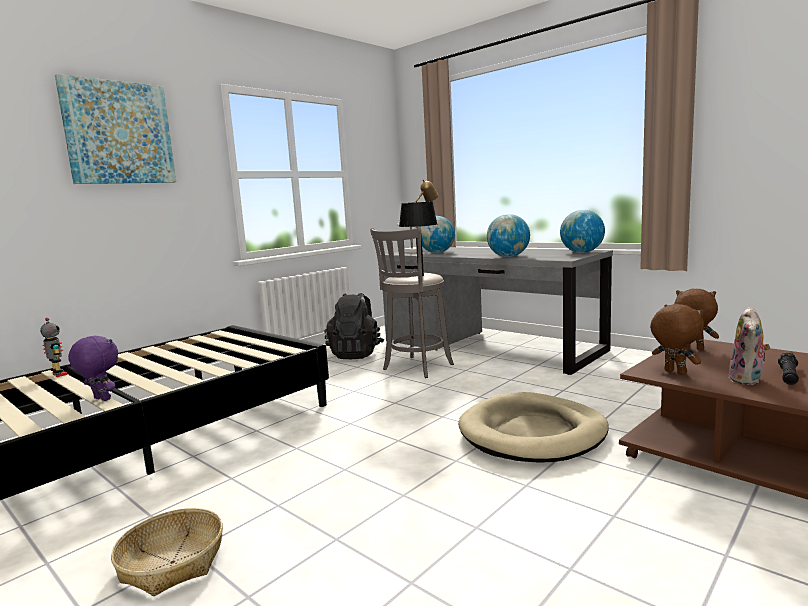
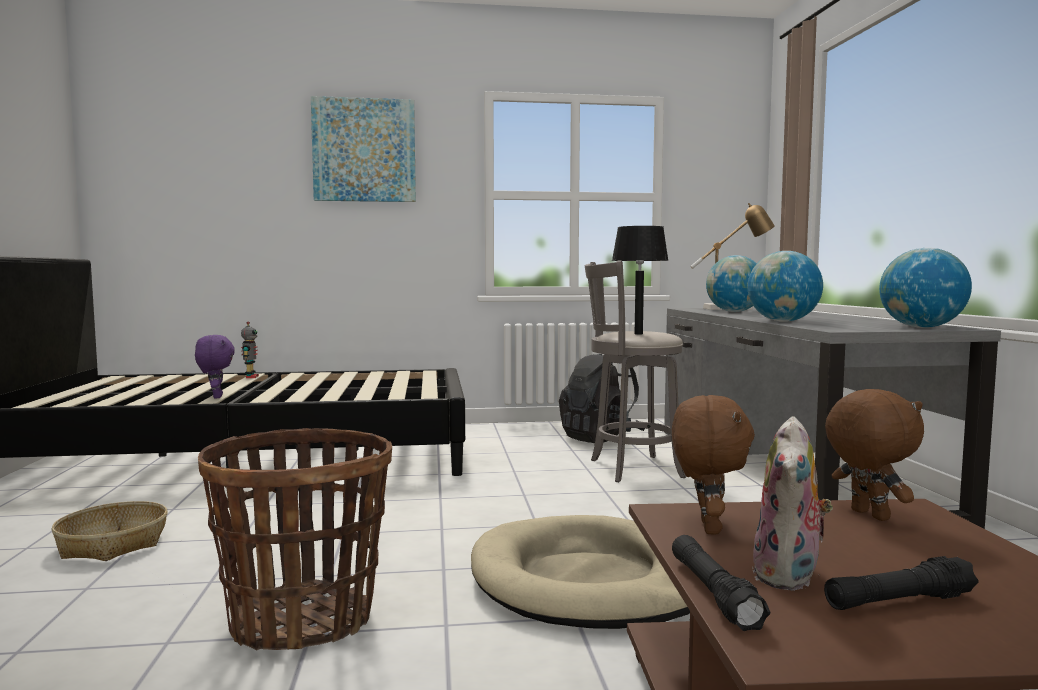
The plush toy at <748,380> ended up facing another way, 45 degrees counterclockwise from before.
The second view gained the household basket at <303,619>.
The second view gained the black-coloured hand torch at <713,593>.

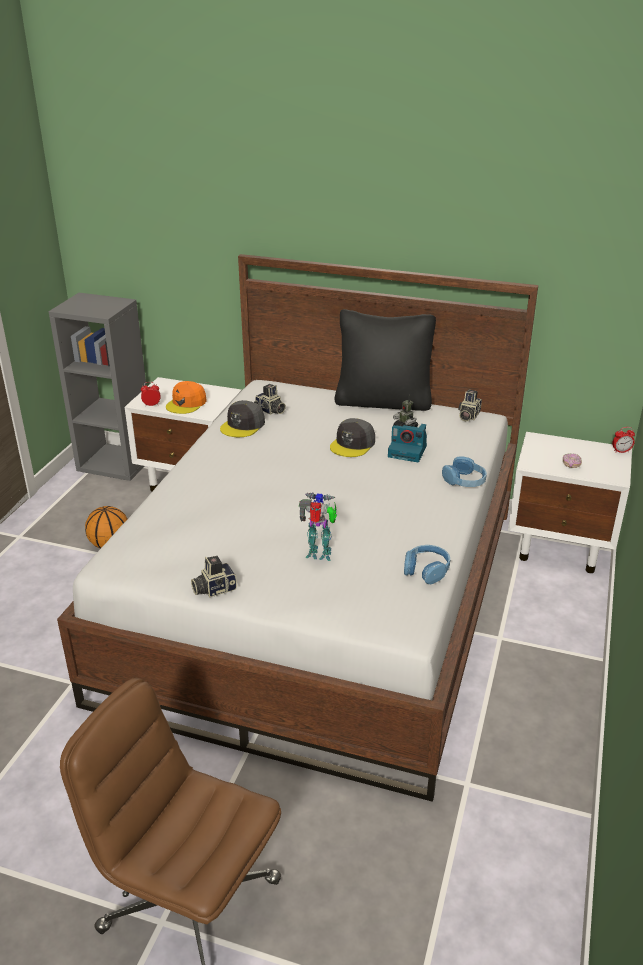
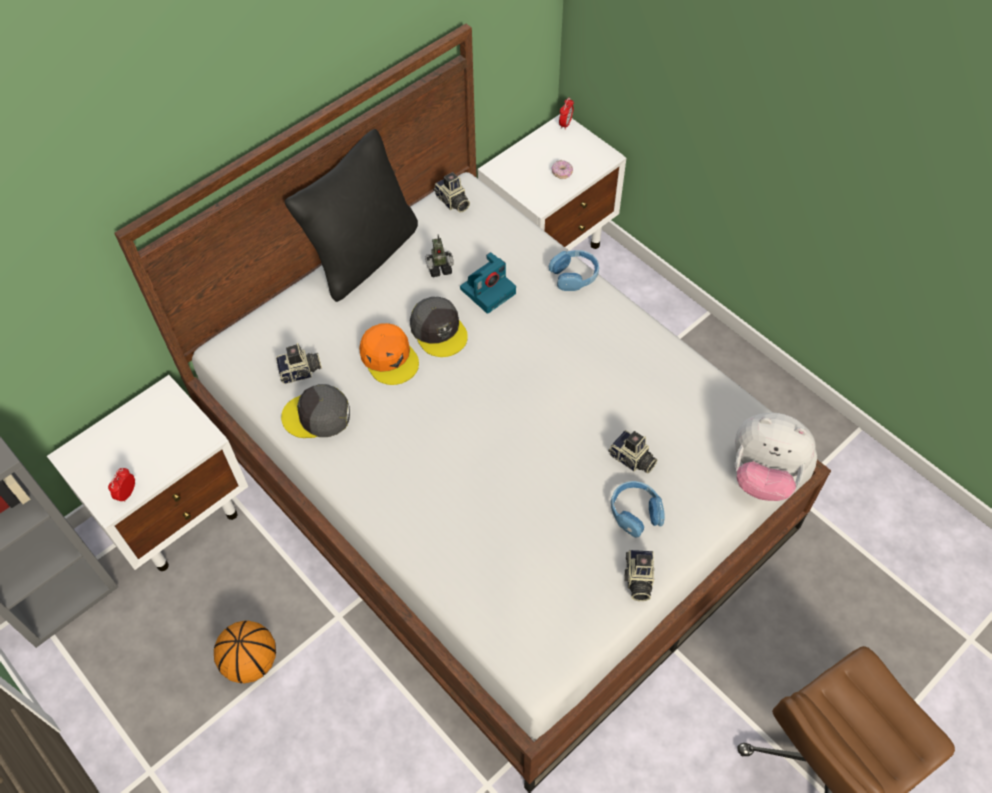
The orange-coloured peaked cap ended up elsewhere, having gone from <186,403> to <389,357>.
The grey peaked cap at <243,425> ended up facing another way, 120 degrees clockwise from before.
Where the toy robot stood at <320,555>, the still camera came to stand at <632,460>.
The blue-coloured headset ended up elsewhere, having gone from <426,570> to <635,512>.
The second view gained the plush toy at <763,475>.

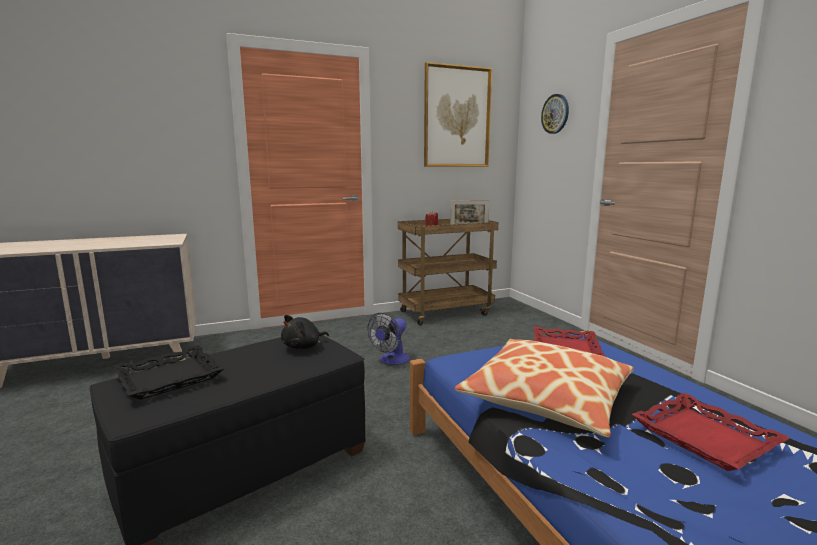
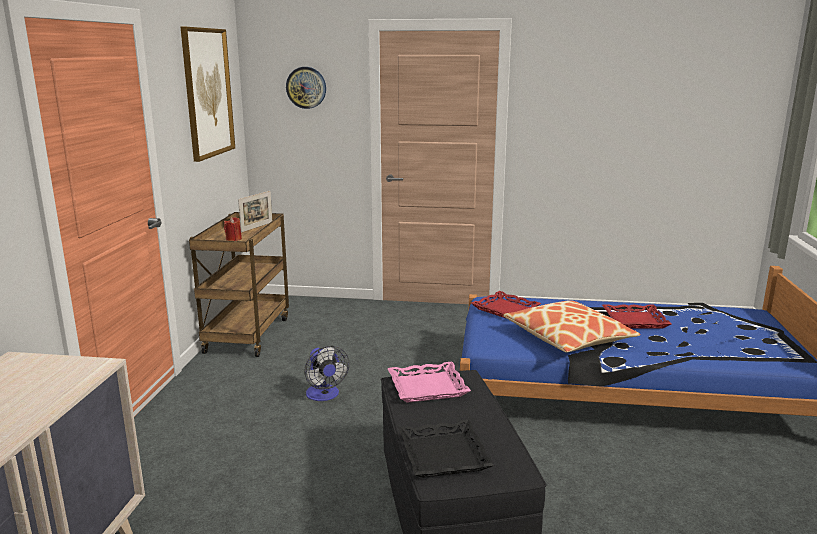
Where the black-coloured plush toy stood at <303,347>, the pink-coloured serving tray came to stand at <427,387>.

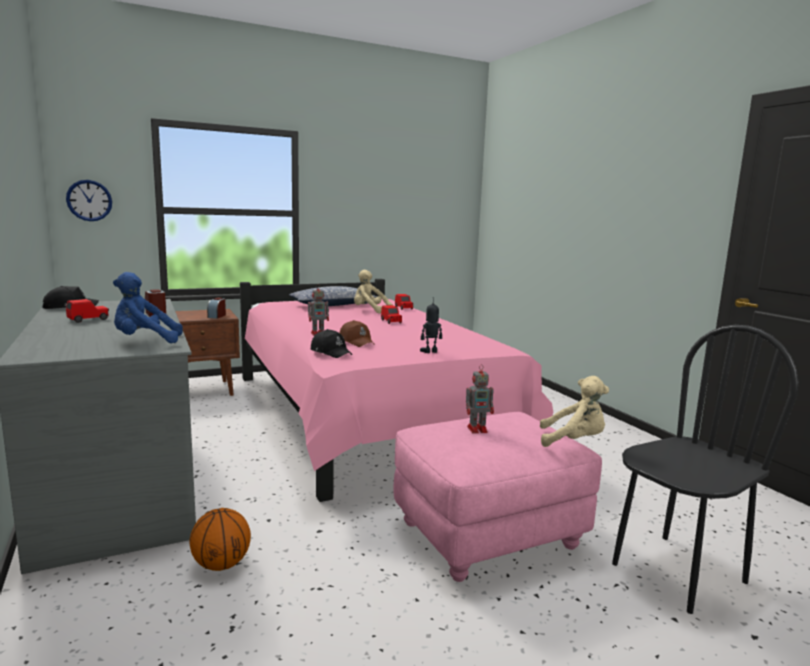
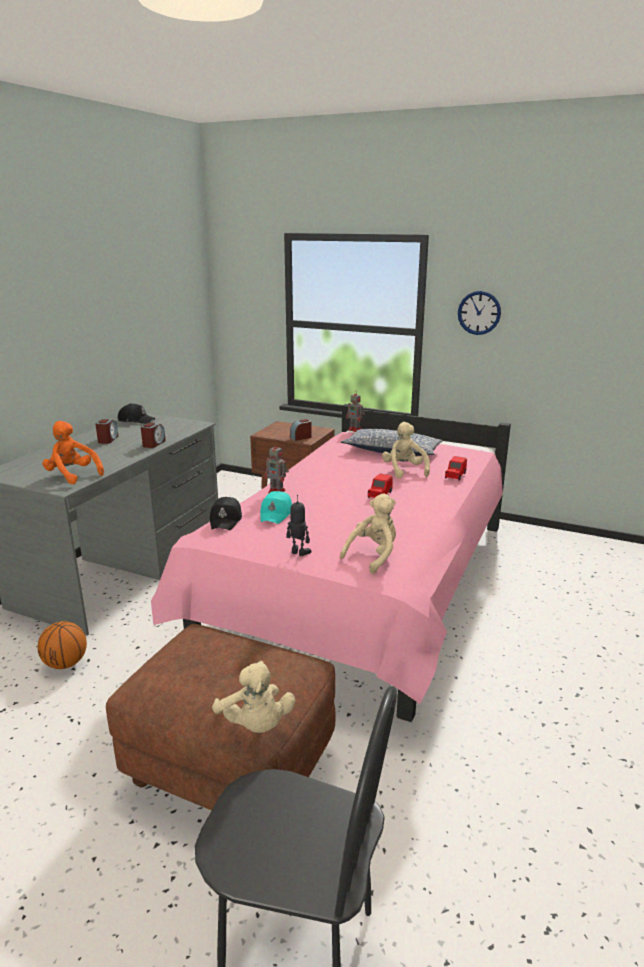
The wall clock ended up elsewhere, having gone from <89,200> to <479,313>.
What was the blue-coloured plush toy at <145,341> turned into the orange-coloured plush toy at <72,475>.
Where the red-coloured model car stood at <88,319>, the bedside clock came to stand at <108,440>.
What was the brown-coloured peaked cap at <356,341> turned into the turquoise peaked cap at <276,514>.
The toy robot ended up elsewhere, having gone from <478,429> to <355,430>.
What was the pink-coloured pouffe at <489,534> turned into the brown-coloured pouffe at <231,767>.
The second view gained the beige-coloured plush toy at <373,556>.

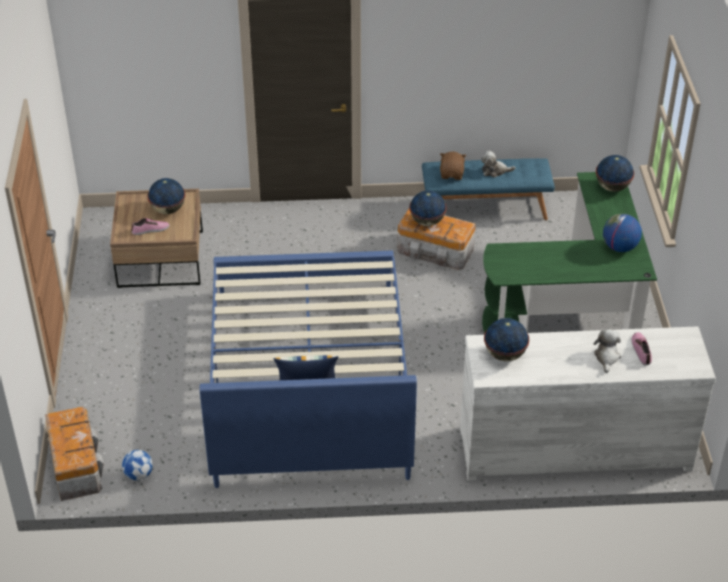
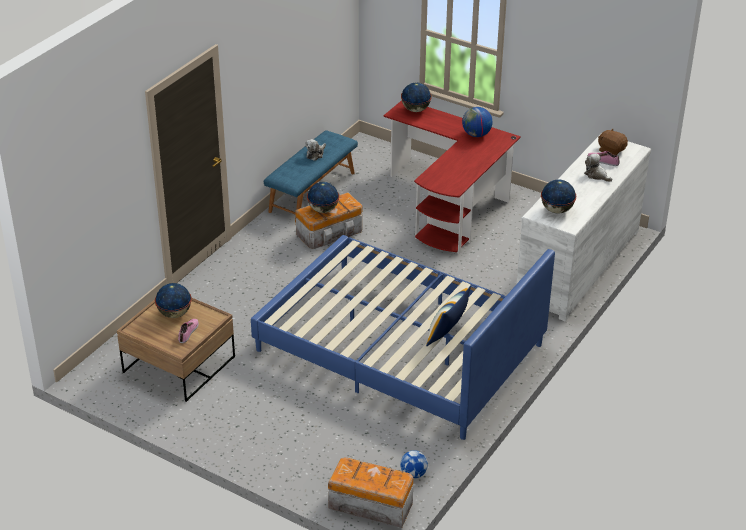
The brown-coloured plush toy ended up elsewhere, having gone from <452,174> to <611,150>.
What was the green desk table at <574,307> turned into the red-coloured desk table at <451,204>.

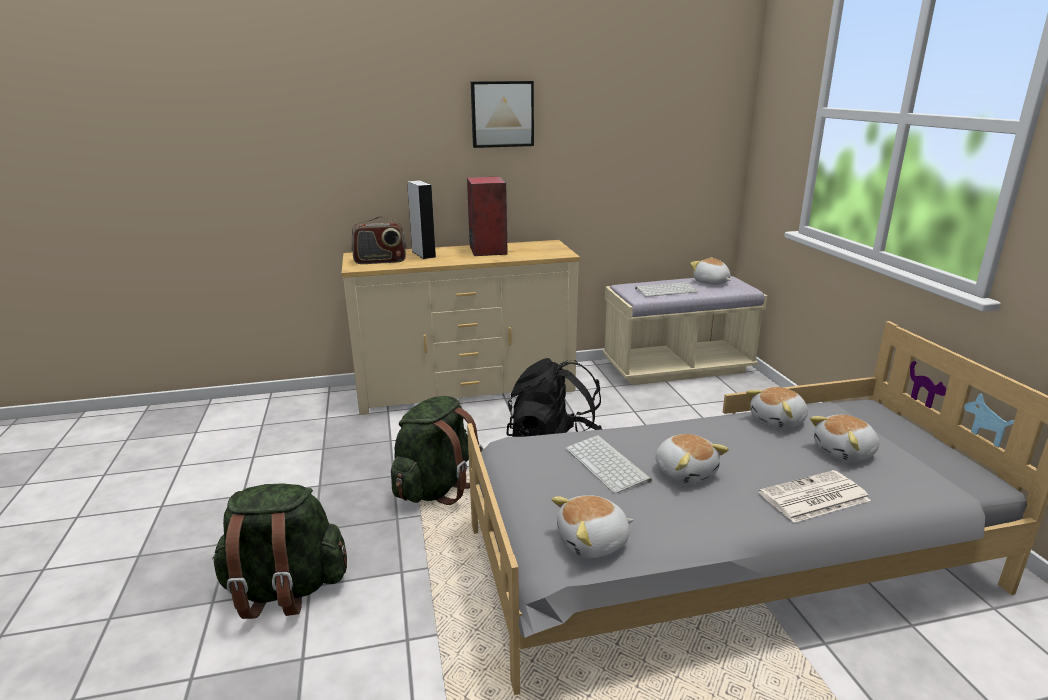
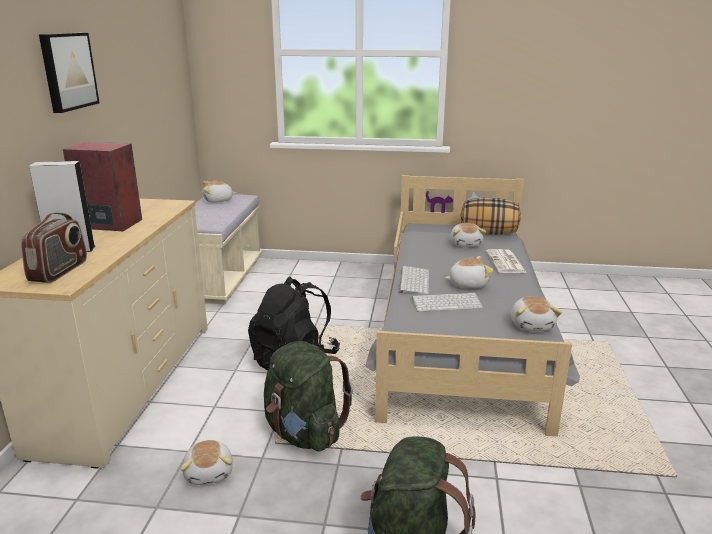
The PC keyboard ended up elsewhere, having gone from <666,290> to <413,280>.
The plush toy ended up elsewhere, having gone from <779,421> to <210,472>.
The second view gained the pillow at <489,233>.

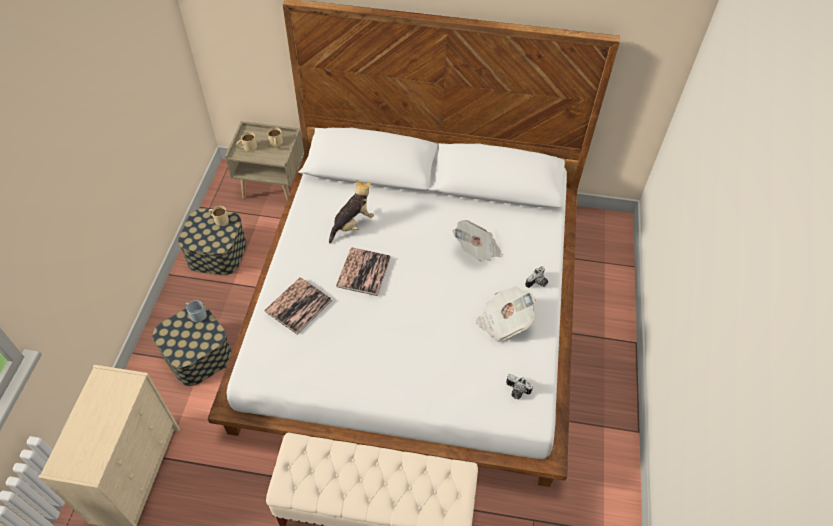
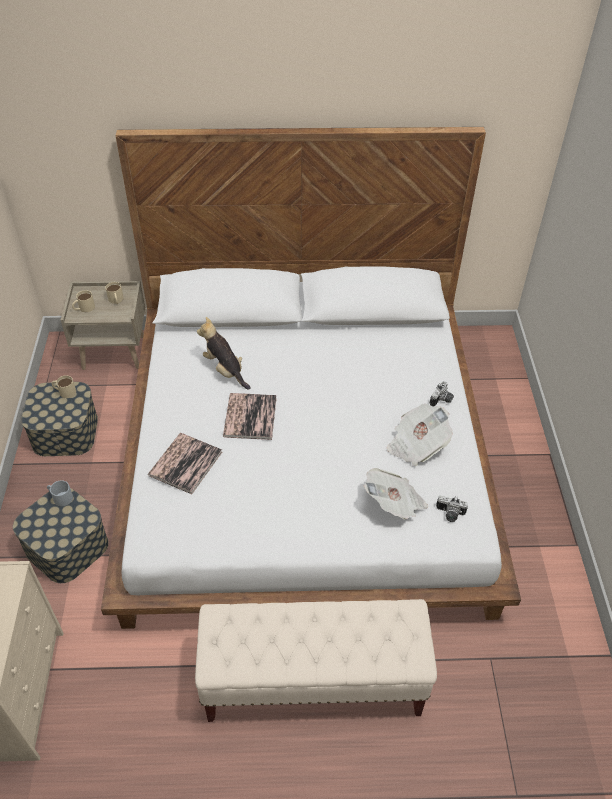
The plush toy at <352,224> ended up facing another way, 75 degrees counterclockwise from before.
The newspaper ended up elsewhere, having gone from <477,250> to <394,504>.

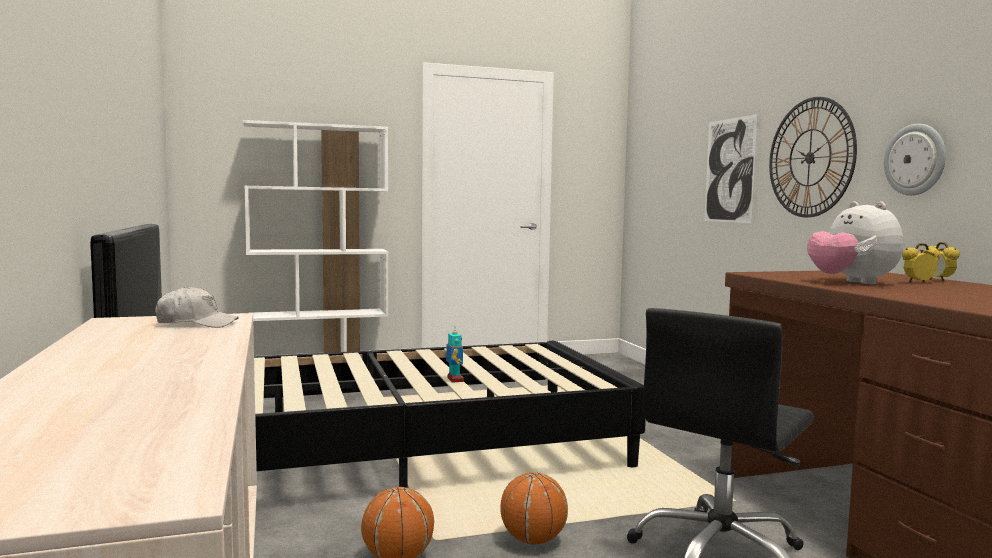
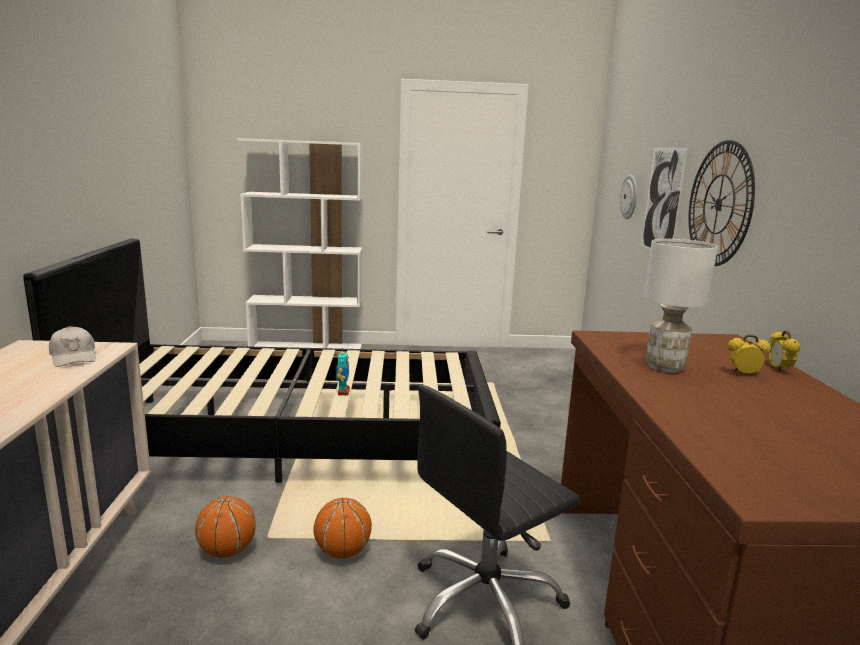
The wall clock ended up elsewhere, having gone from <915,159> to <630,197>.
Where the plush toy stood at <851,282>, the white lamp for a table came to stand at <665,367>.
The white peaked cap at <196,323> ended up facing another way, 45 degrees clockwise from before.

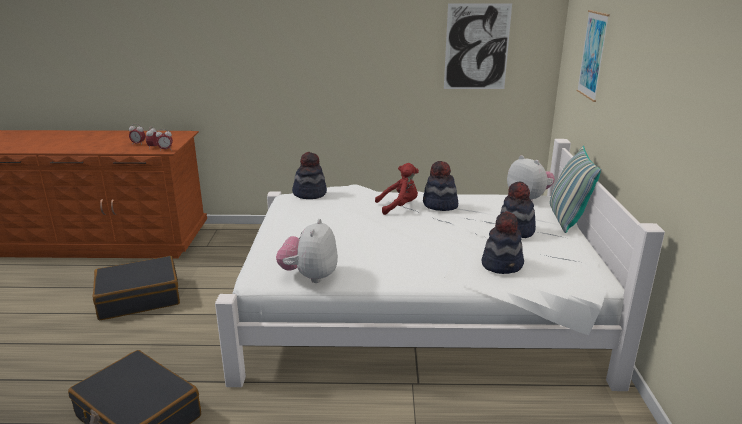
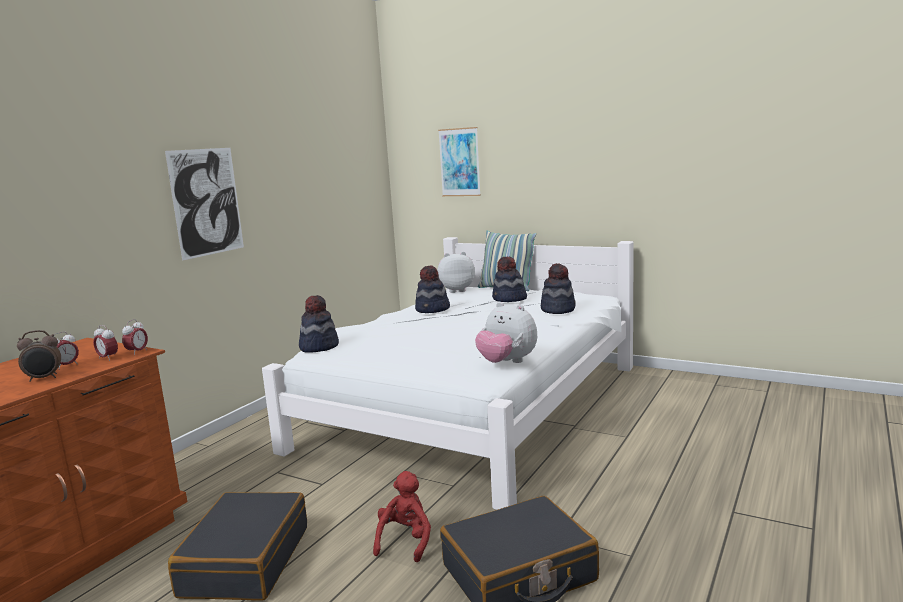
The picture ended up elsewhere, having gone from <476,47> to <206,202>.
The red-coloured plush toy ended up elsewhere, having gone from <399,207> to <405,541>.
The second view gained the bedside clock at <44,378>.

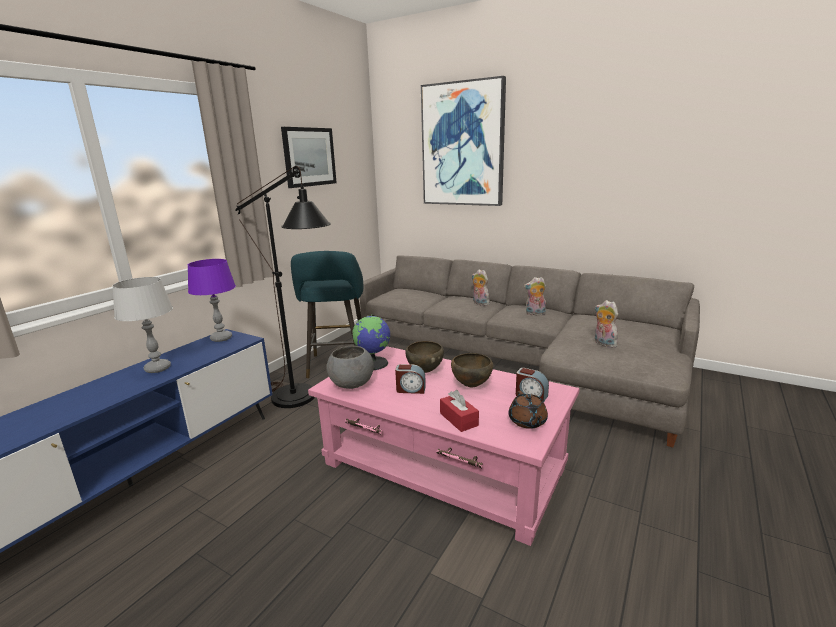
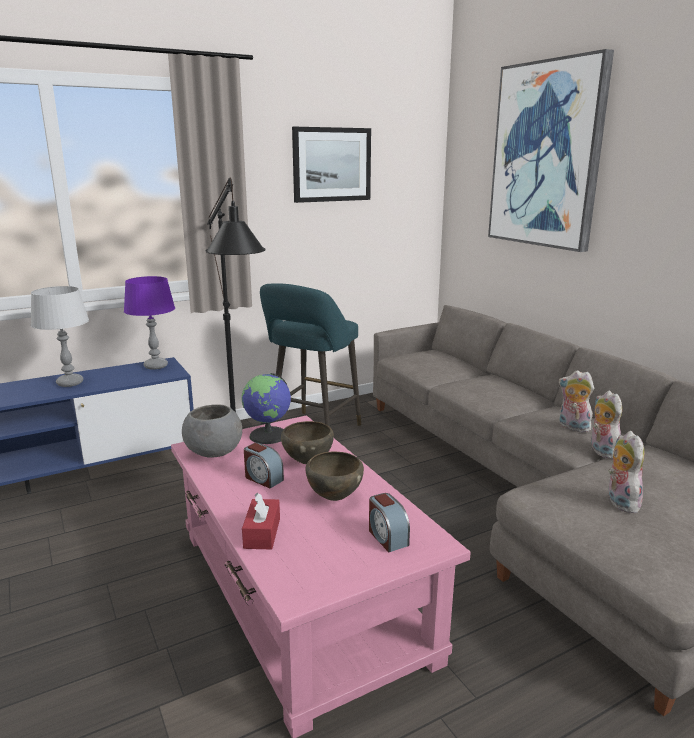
The plush toy ended up elsewhere, having gone from <479,303> to <601,451>.
The second view lost the brown-coloured tea pot at <527,422>.

